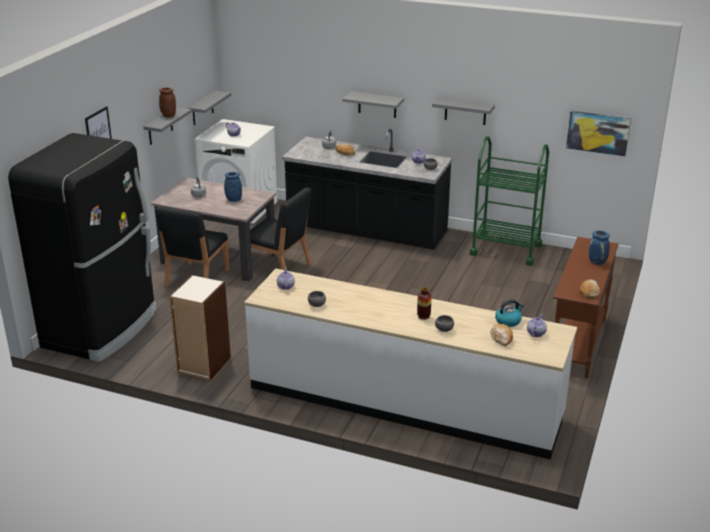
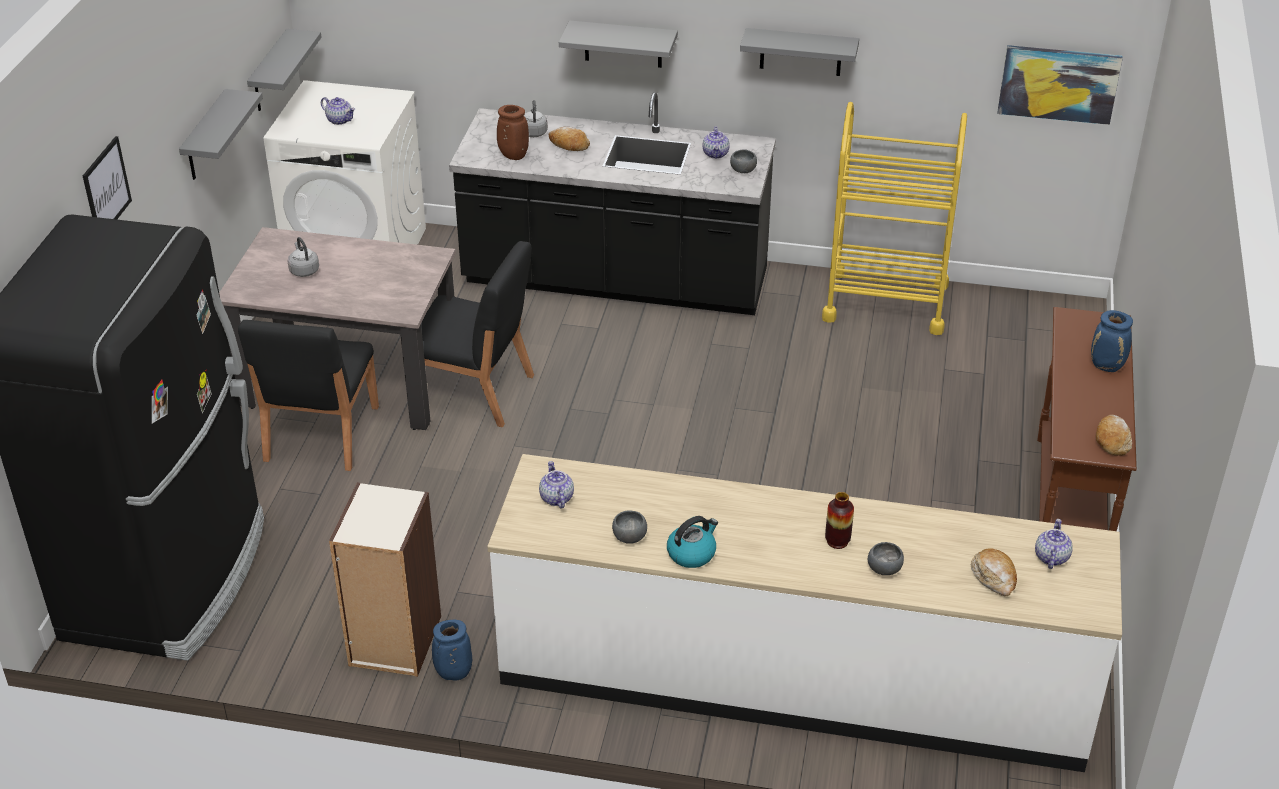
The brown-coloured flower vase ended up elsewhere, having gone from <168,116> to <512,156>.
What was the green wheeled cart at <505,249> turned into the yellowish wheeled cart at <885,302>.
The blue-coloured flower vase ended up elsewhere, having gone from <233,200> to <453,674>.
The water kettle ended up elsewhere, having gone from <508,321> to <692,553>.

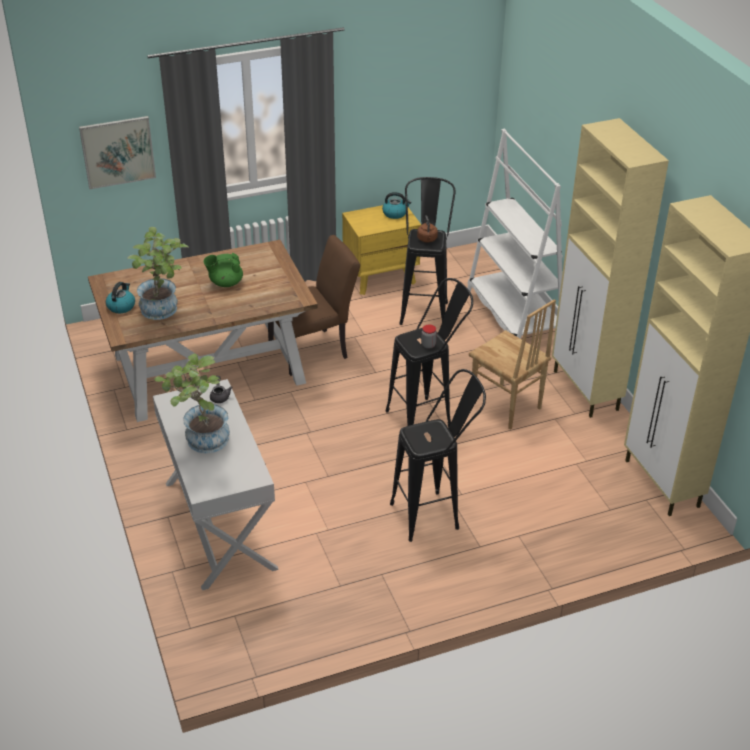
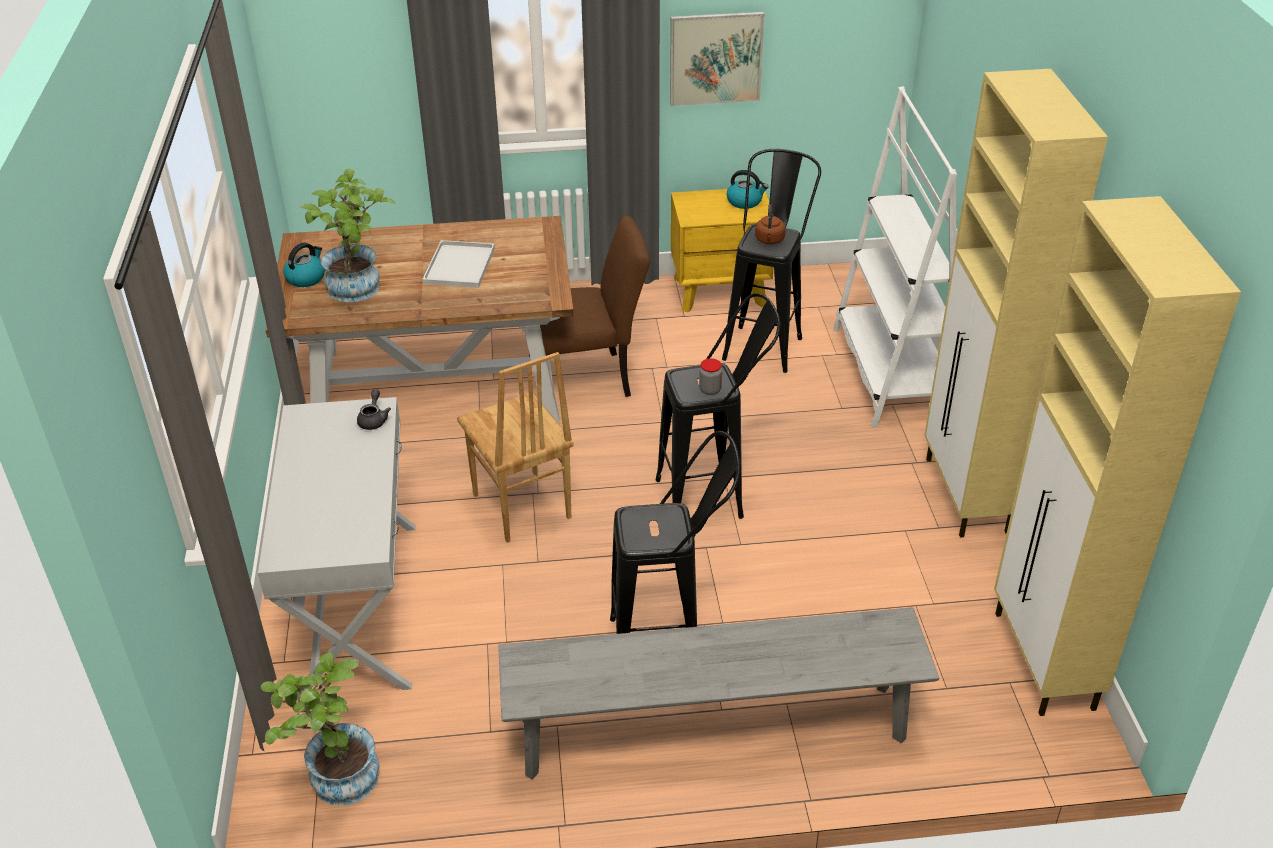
The picture ended up elsewhere, having gone from <118,152> to <715,58>.
Where the green tea pot stood at <225,283>, the white serving tray came to stand at <459,265>.
The brown-coloured upright chair ended up elsewhere, having gone from <505,407> to <520,507>.
The plant in a pot ended up elsewhere, having gone from <201,440> to <335,777>.
The second view gained the grey bench at <712,730>.

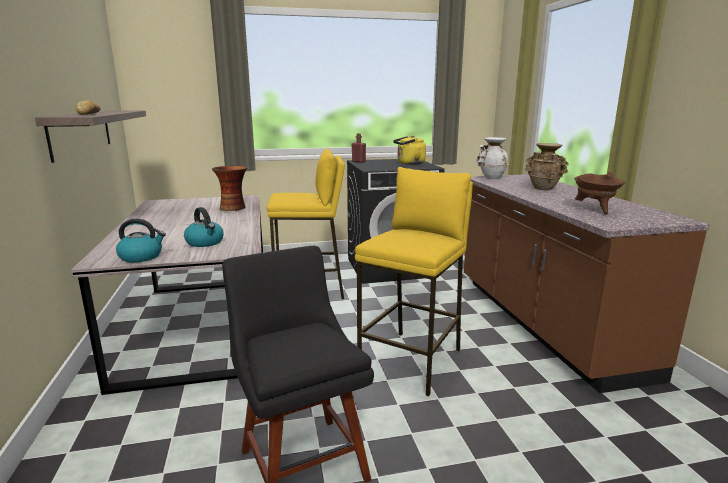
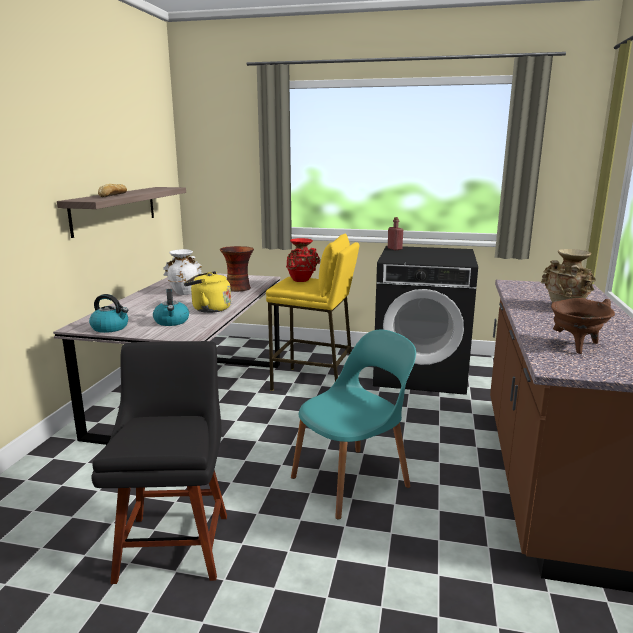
The yellowish water kettle ended up elsewhere, having gone from <409,163> to <209,309>.
The white flower vase ended up elsewhere, having gone from <491,177> to <184,292>.
Where the yellowish stool seat stood at <412,361>, the turquoise upright chair came to stand at <353,480>.
The second view gained the red-coloured flower vase at <302,280>.

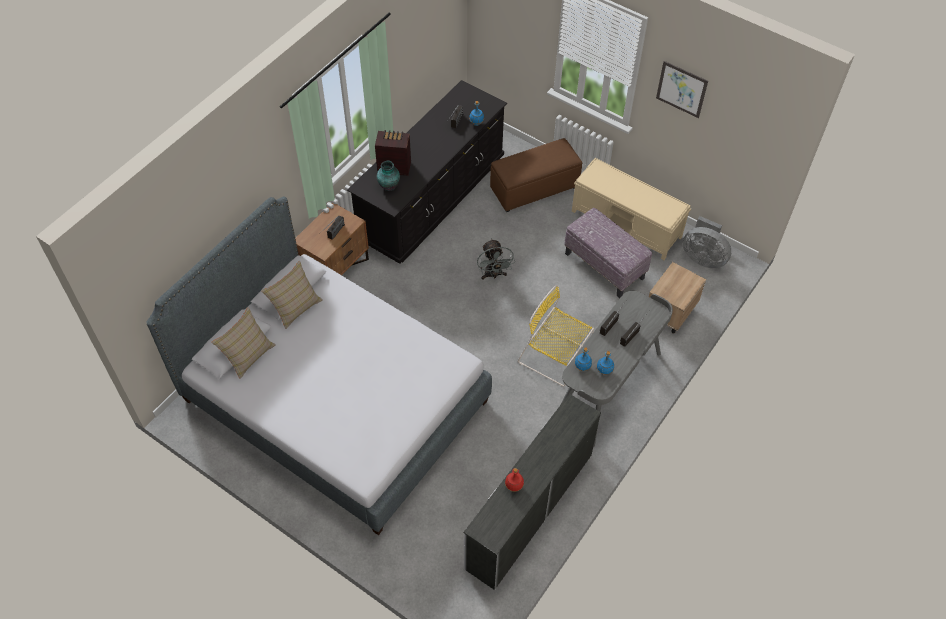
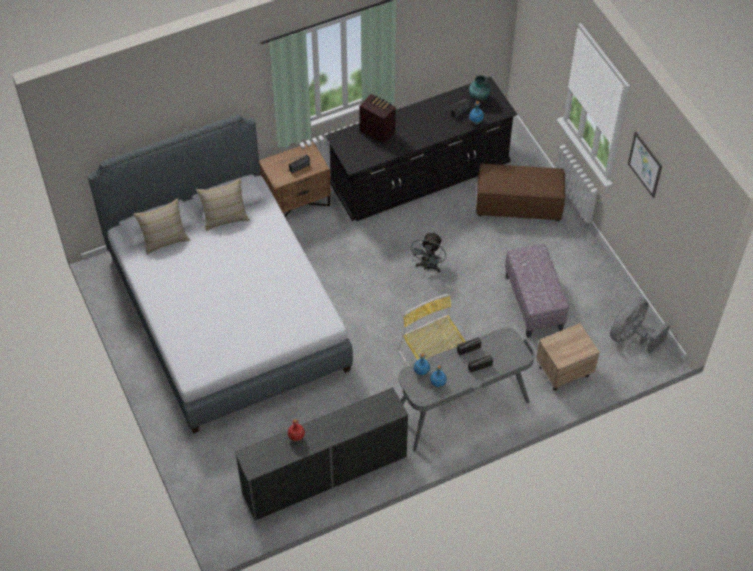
The second view lost the beige-coloured bench at <627,224>.
The flower vase ended up elsewhere, having gone from <389,186> to <479,99>.
The grey fan at <703,257> ended up facing another way, 75 degrees clockwise from before.

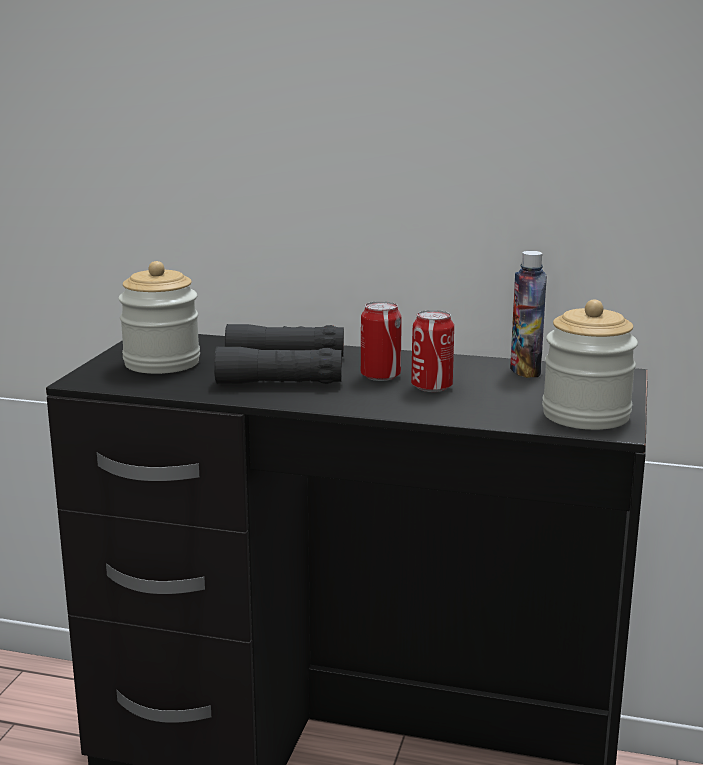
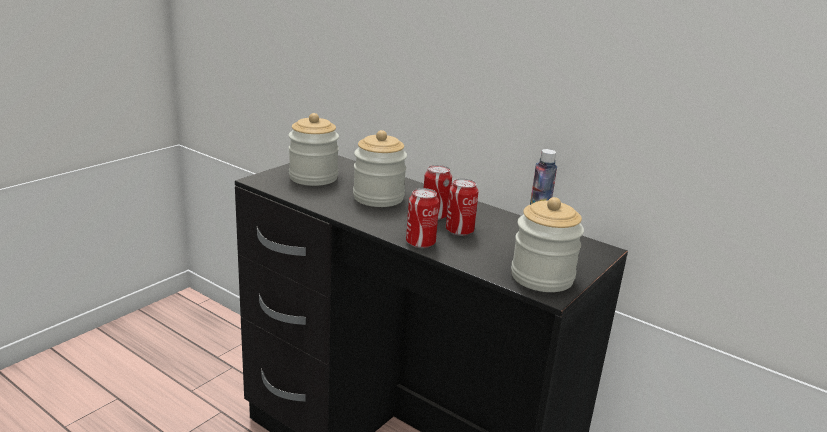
Where the black-coloured pair of binoculars stood at <282,370>, the jar came to stand at <378,198>.
The second view gained the sealed can at <420,243>.

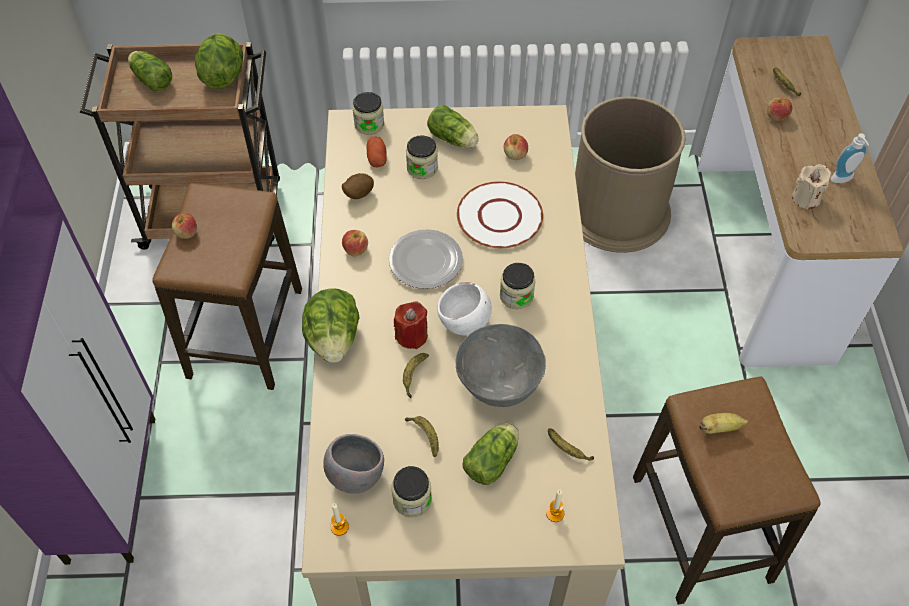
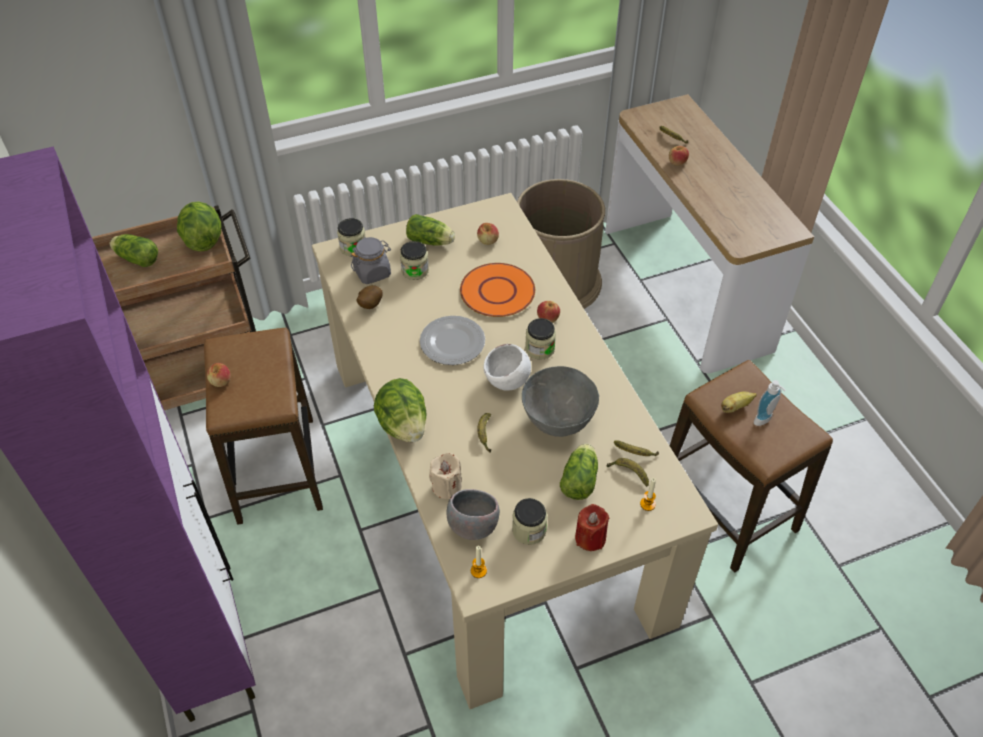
The liquid soap bottle ended up elsewhere, having gone from <843,180> to <765,420>.
Where the spud stood at <377,158>, the grey jar came to stand at <372,272>.
The beige-coloured wax light ended up elsewhere, having gone from <806,198> to <446,486>.
What was the white dinner plate at <500,216> turned into the orange-coloured dinner plate at <498,291>.
The apple ended up elsewhere, having gone from <355,249> to <548,318>.
The red-coloured wax light ended up elsewhere, having gone from <412,336> to <590,537>.
The banana fruit ended up elsewhere, having gone from <424,435> to <628,473>.

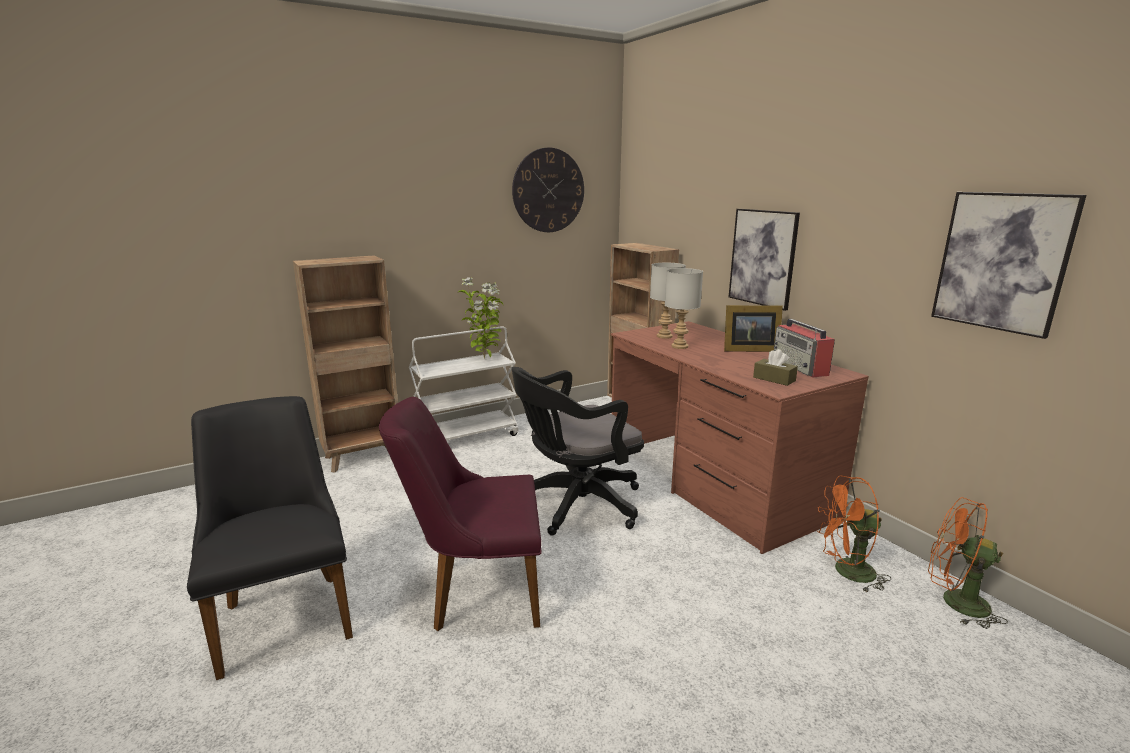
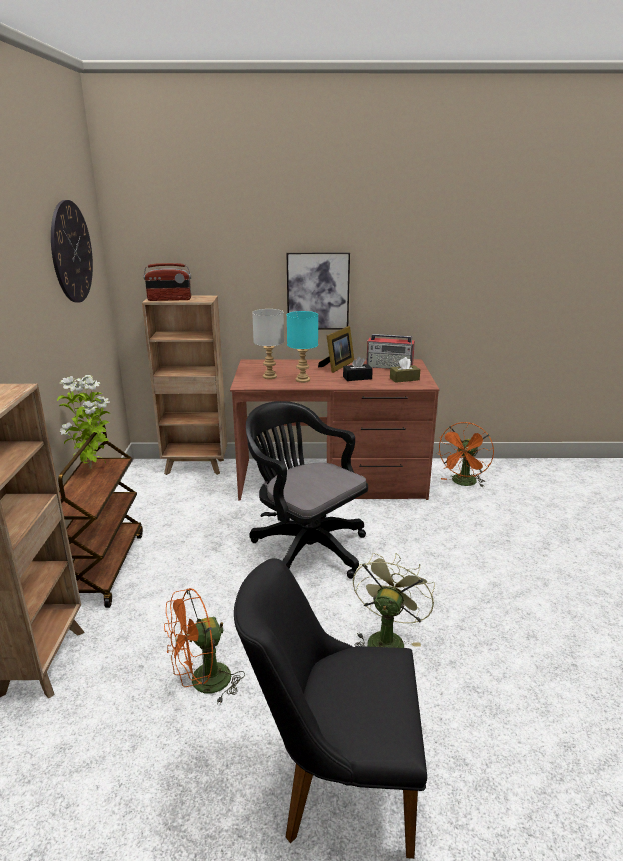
The second view lost the picture at <1002,262>.
What was the grey lamp for a table at <680,346> turned into the turquoise lamp for a table at <302,380>.
What was the white wheeled cart at <466,437> turned into the brown-coloured wheeled cart at <103,567>.
The black-coloured desk chair at <575,505> ended up facing another way, 135 degrees clockwise from before.
Where the purple-coloured upright chair stood at <475,592>, the green fan came to stand at <386,639>.
The orange-coloured fan ended up elsewhere, having gone from <954,602> to <203,683>.
The second view gained the radio receiver at <169,299>.
The second view gained the black-coloured tissue box at <357,378>.

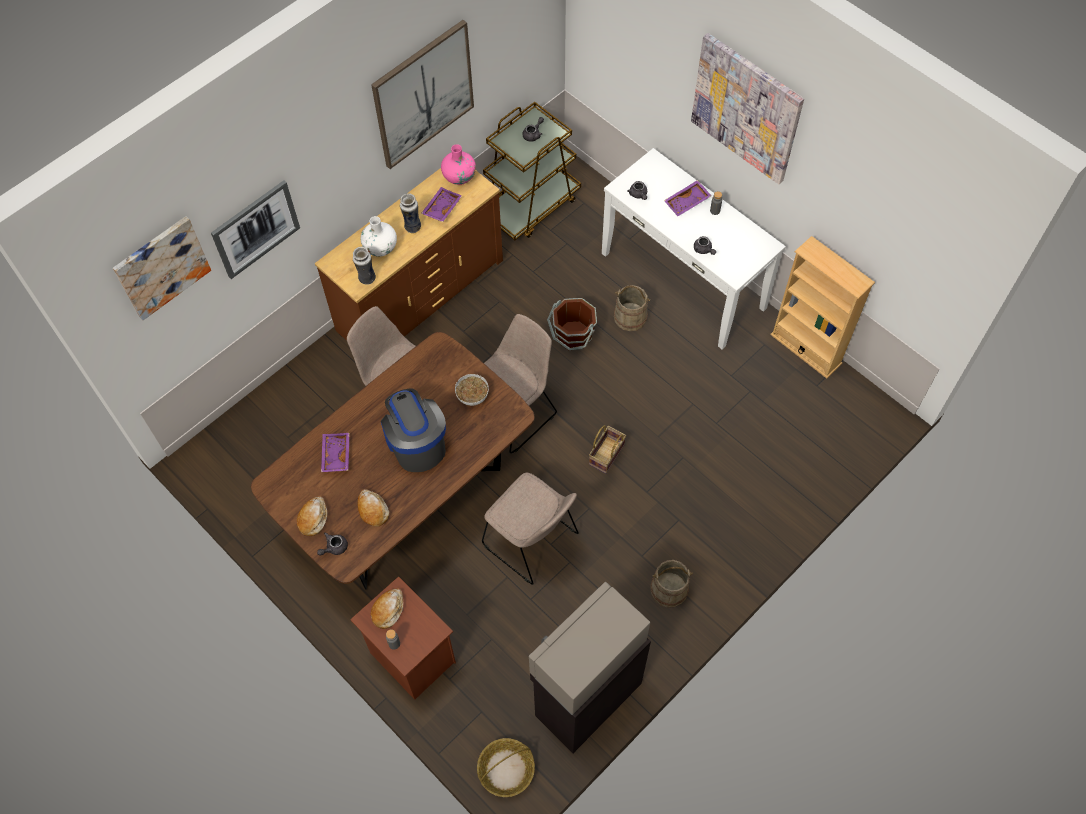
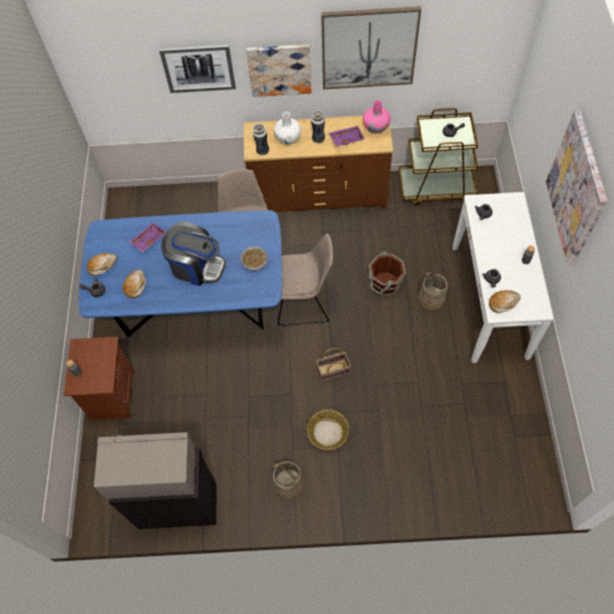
The second view lost the purple-coloured serving tray at <687,202>.
The picture ended up elsewhere, having gone from <161,267> to <280,69>.
The second view lost the beige-coloured shelving unit at <806,349>.
What was the brown-coloured kitchen table at <407,502> turned into the blue-coloured kitchen table at <196,306>.
The coffee brewer at <416,443> ended up facing another way, 90 degrees clockwise from before.
The second view lost the beige-coloured upright chair at <532,542>.
The bakery bread ended up elsewhere, having gone from <388,610> to <503,303>.
The household basket ended up elsewhere, having gone from <506,770> to <327,432>.

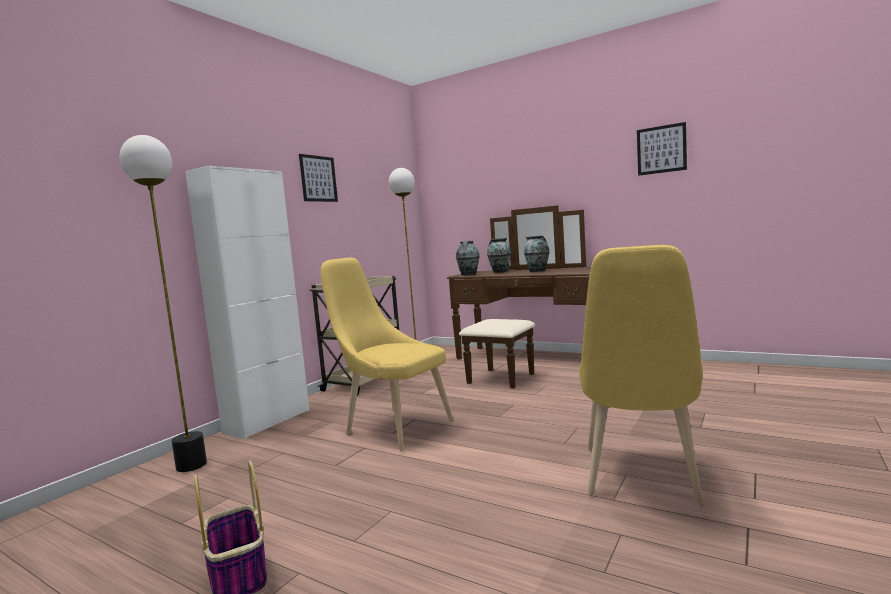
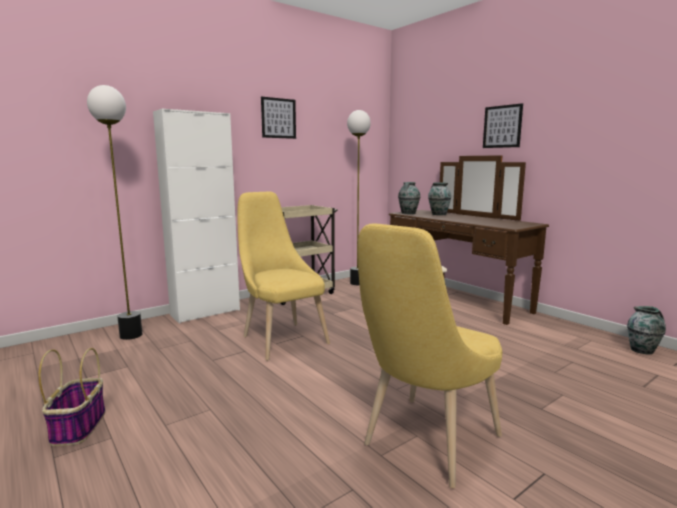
The picture ended up elsewhere, having gone from <661,149> to <502,126>.
The flower vase ended up elsewhere, having gone from <537,271> to <642,350>.

